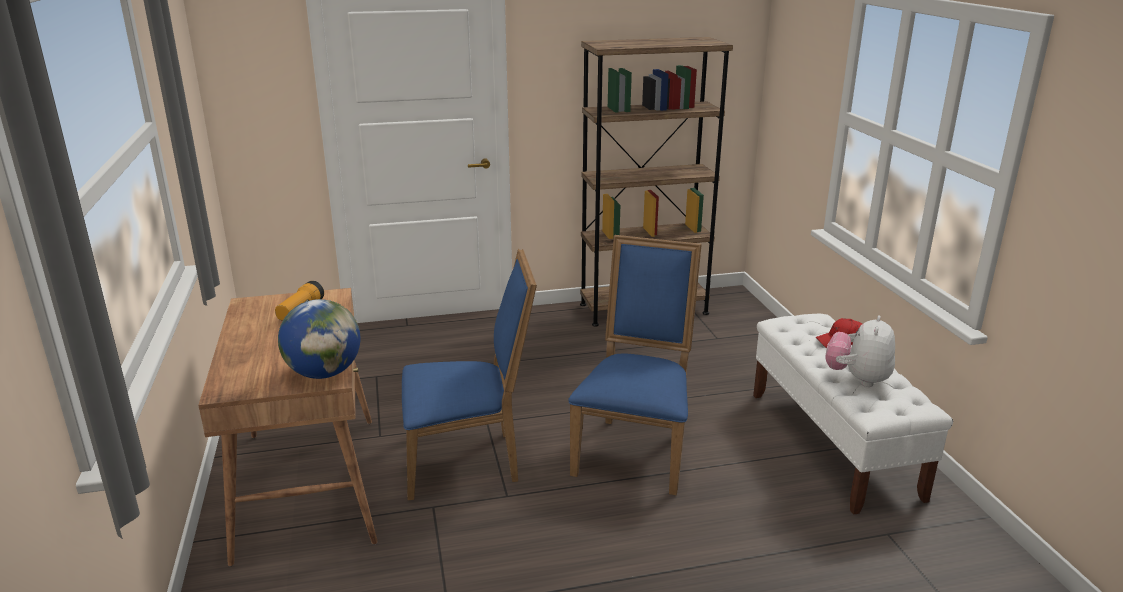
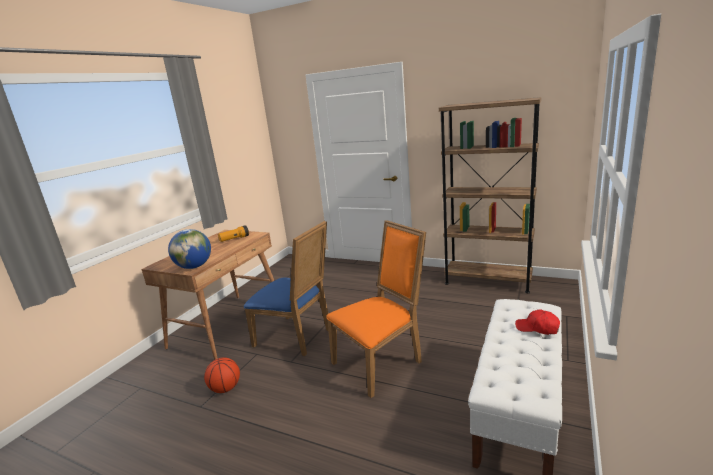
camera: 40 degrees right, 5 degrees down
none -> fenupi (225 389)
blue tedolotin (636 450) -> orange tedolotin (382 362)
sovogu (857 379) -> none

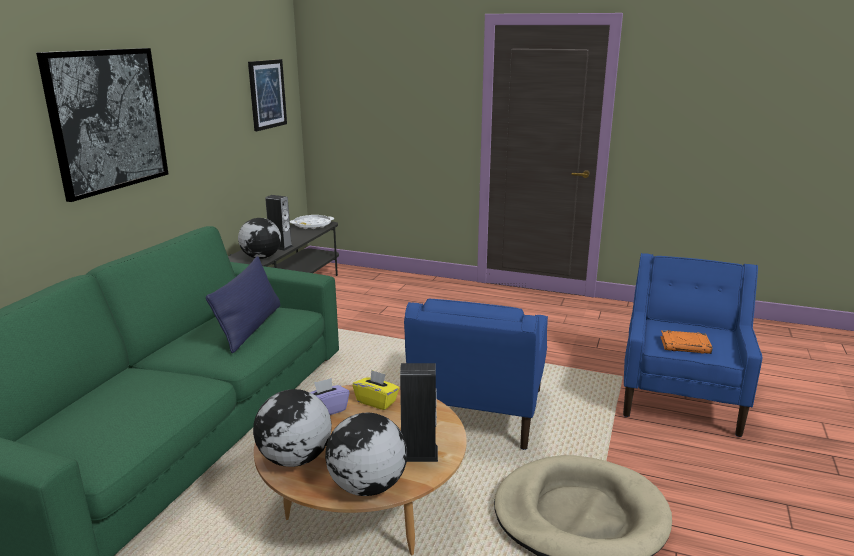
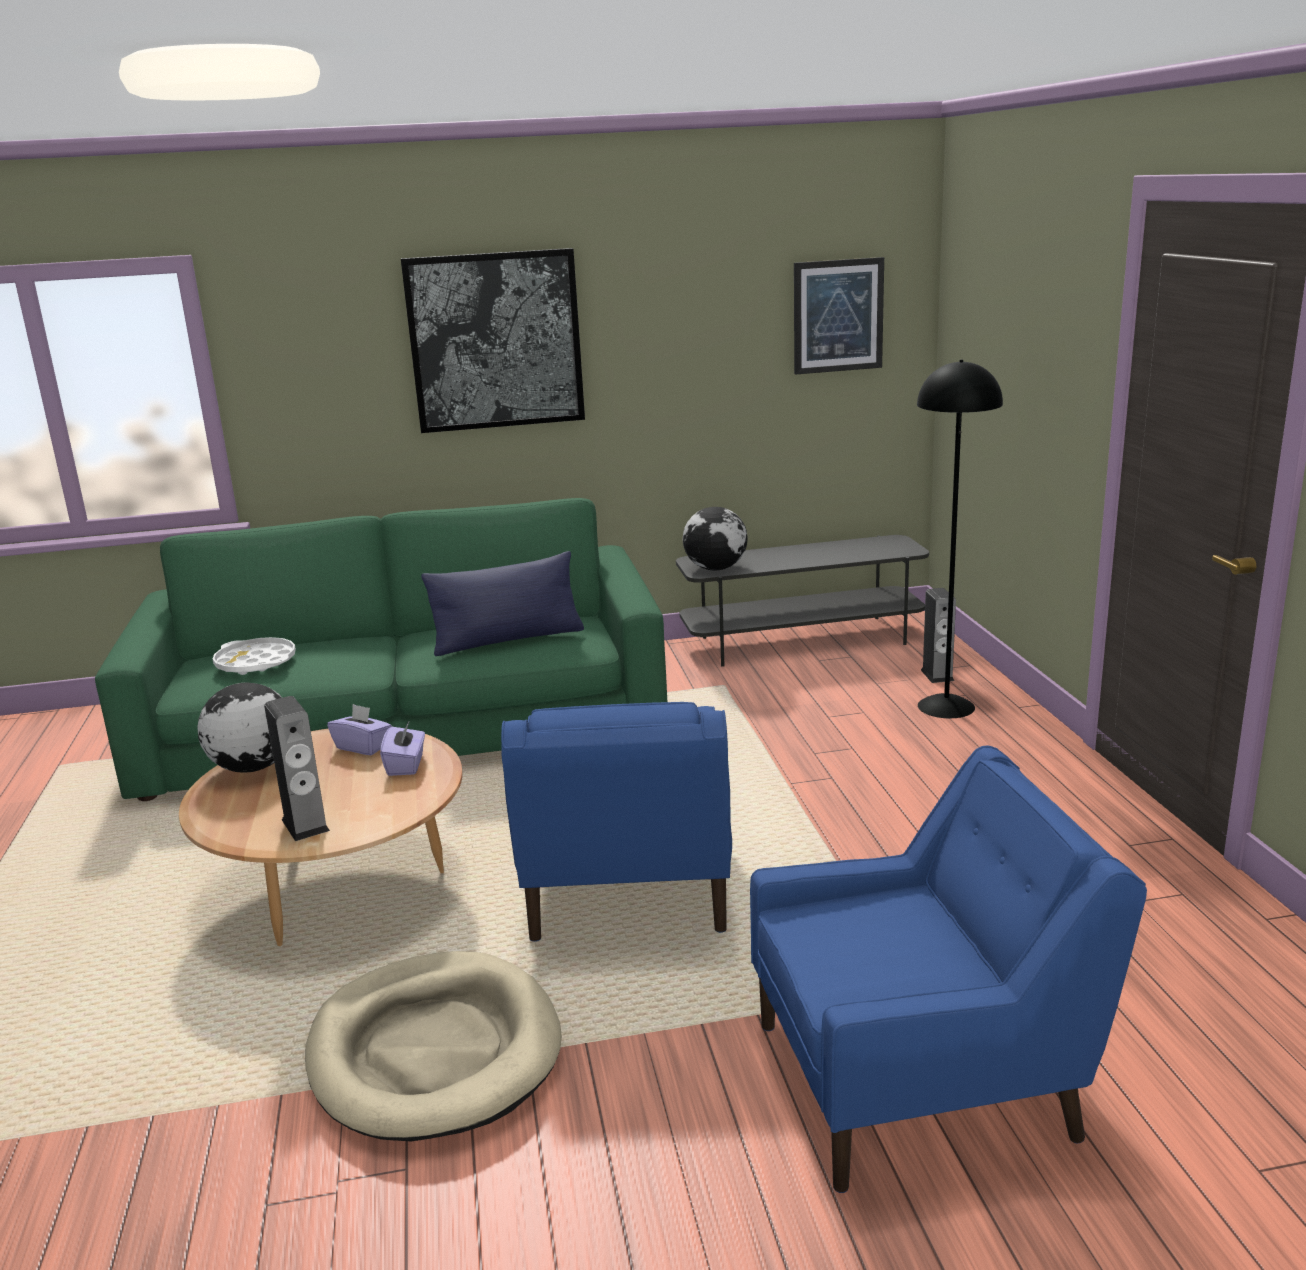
camera: 60 degrees right, 0 degrees up
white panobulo (312 225) -> white panobulo (256 663), moved
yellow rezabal (376 401) -> purple rezabal (406 765)
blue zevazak (478 413) -> blue zevazak (627 888), 75 degrees counterclockwise
none -> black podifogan (946 706)
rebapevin (280 247) -> rebapevin (937 675), moved
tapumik (366 486) -> none
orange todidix (685 345) -> none

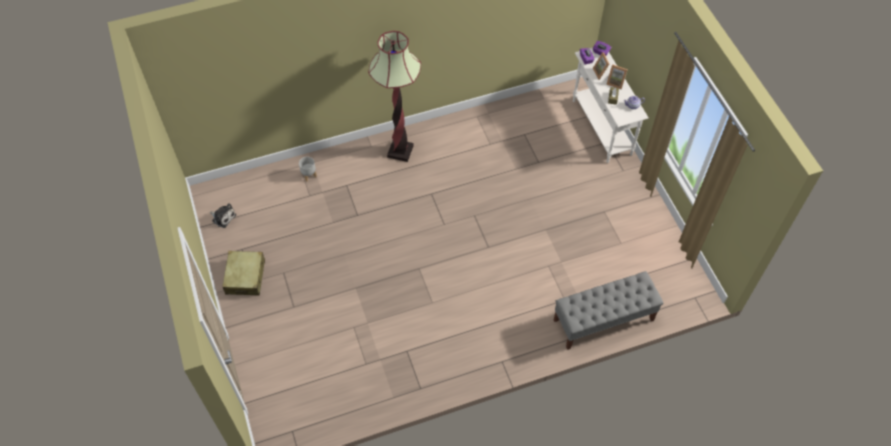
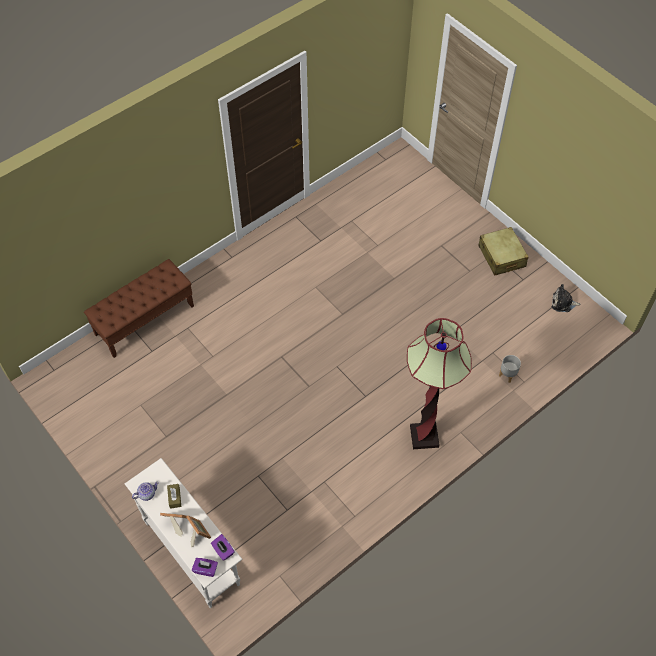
camera: 160 degrees right, 0 degrees up
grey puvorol (603 320) -> brown puvorol (145 320)

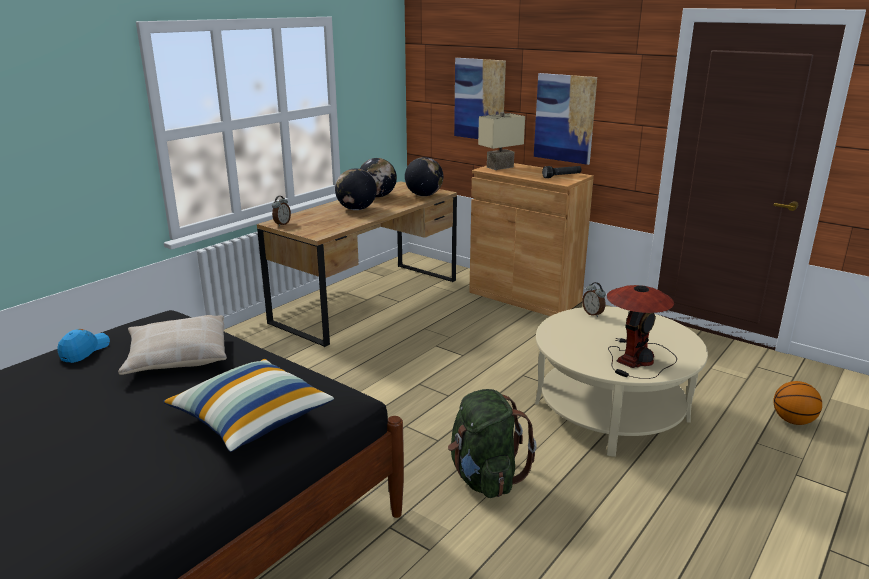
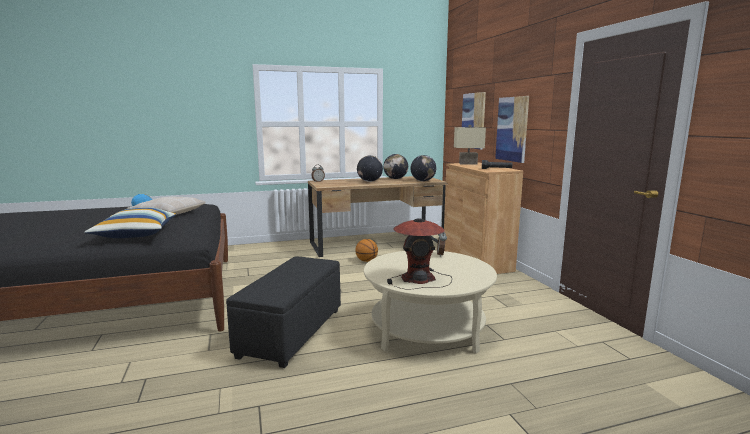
camera: 35 degrees right, 10 degrees down
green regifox (485 478) -> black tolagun (291 332)
fenupi (793 421) -> fenupi (366 261), moved

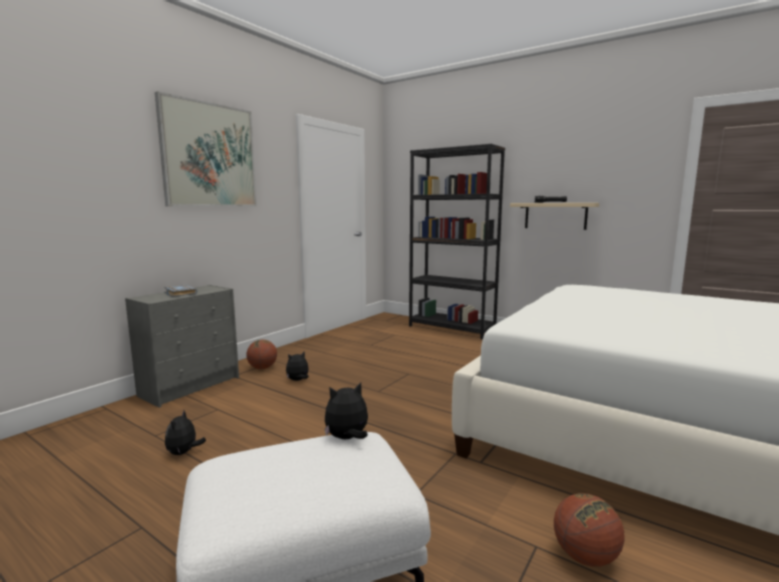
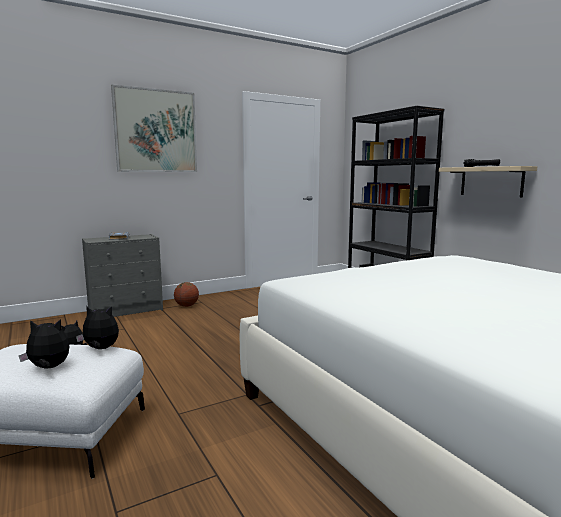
camera: 25 degrees right, 0 degrees up
sovogu (298 380) -> sovogu (48 368), moved
fenupi (585 556) -> none

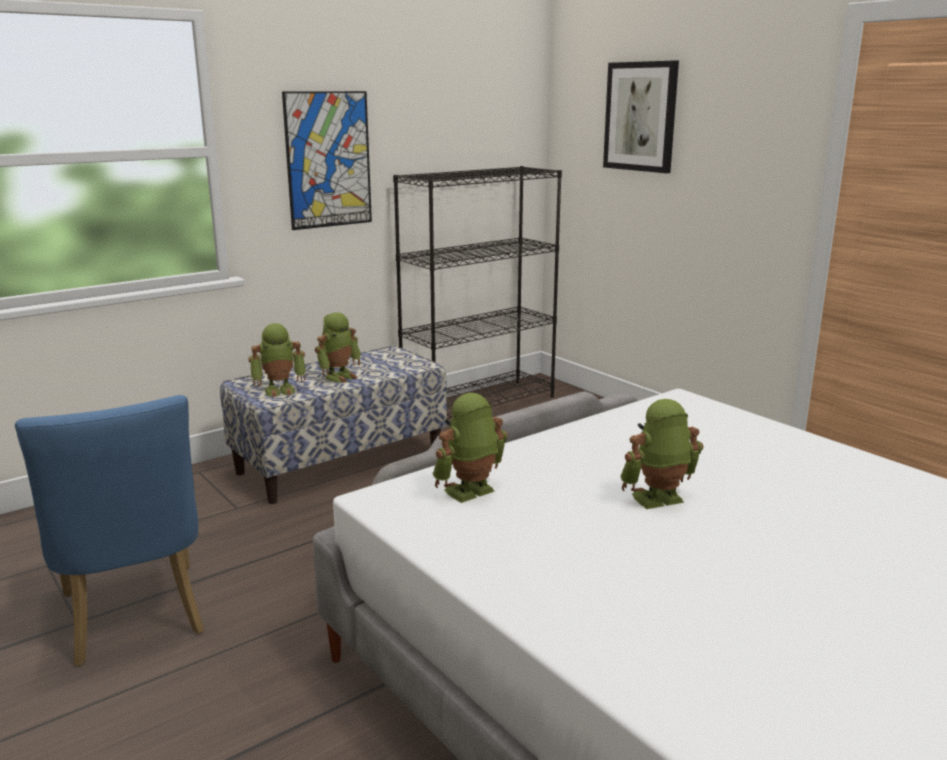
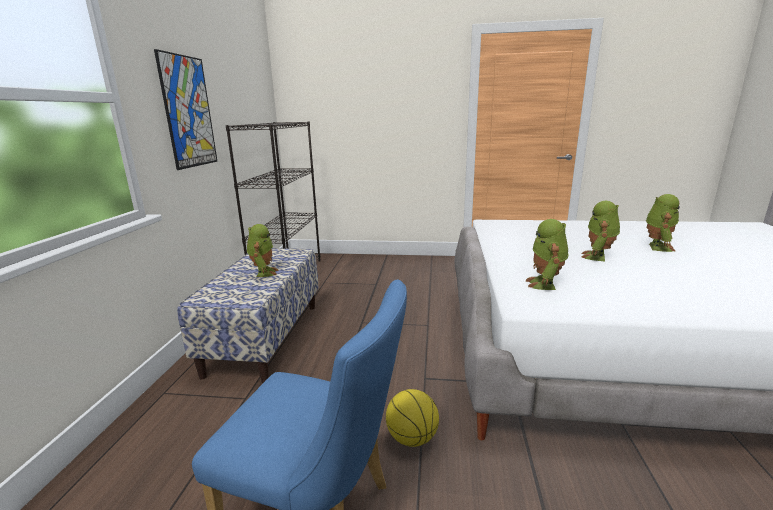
camera: 45 degrees left, 0 degrees up
none -> fenupi (412 438)
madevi (280 390) -> madevi (657 247), moved
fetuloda (641 116) -> none

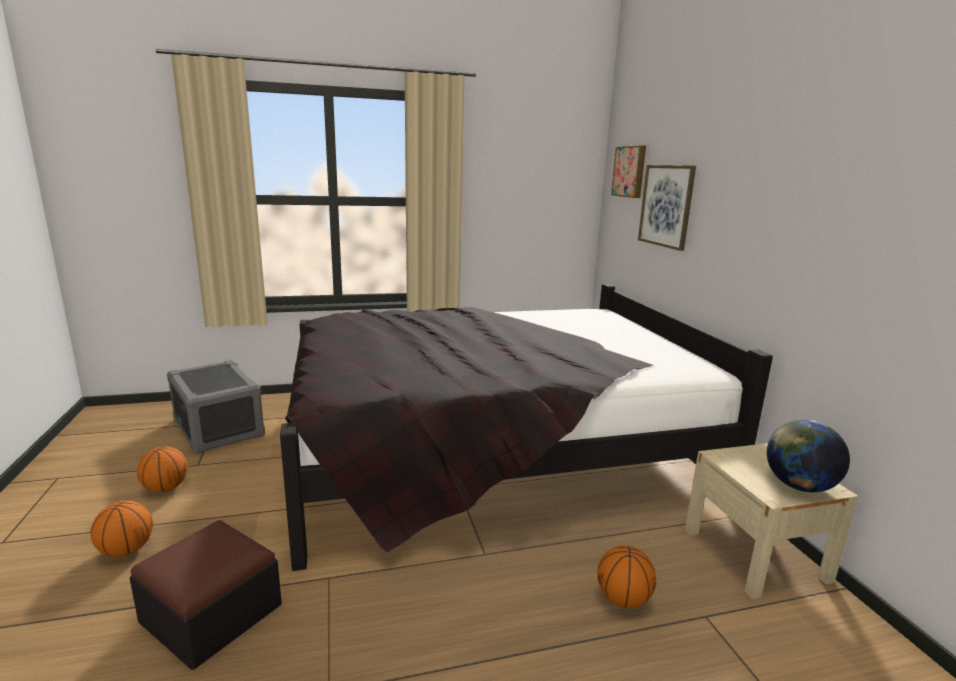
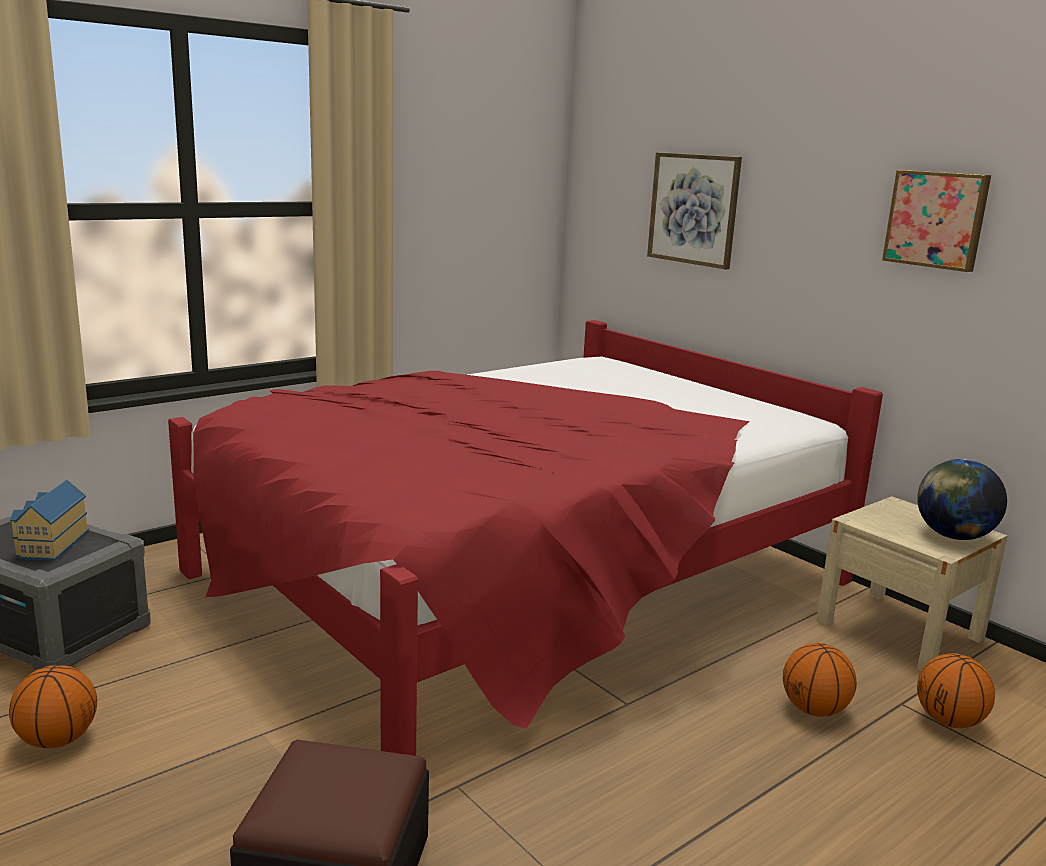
camera: 25 degrees left, 0 degrees up
none -> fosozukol (50 544)
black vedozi (490 451) -> red vedozi (521 579)
fetuloda (630 171) -> fetuloda (937 219), moved
fenupi (126 550) -> fenupi (948 721), moved

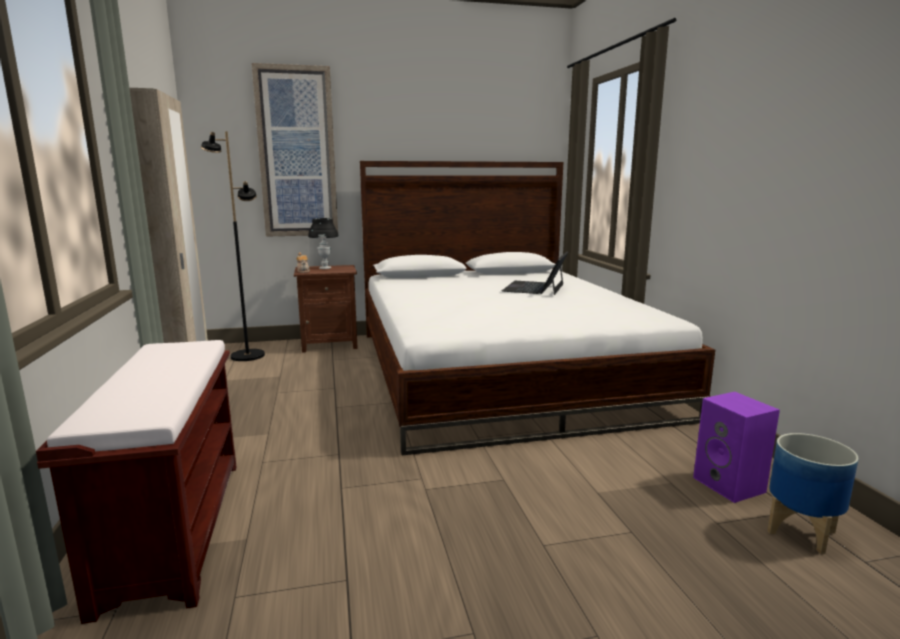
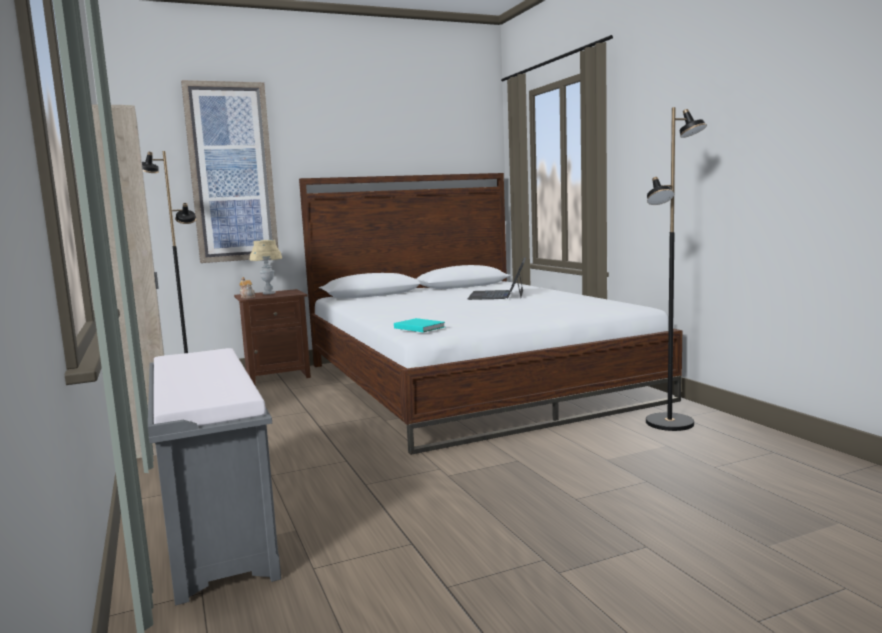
camera: 10 degrees left, 5 degrees down
brown puvorol (174 527) -> grey puvorol (215 531)
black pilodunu (325 268) -> beige pilodunu (268 293)
none -> turquoise todidix (419 327)
none -> black podifogan (670 423)
purple rebapevin (731 485) -> none
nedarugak (801 531) -> none

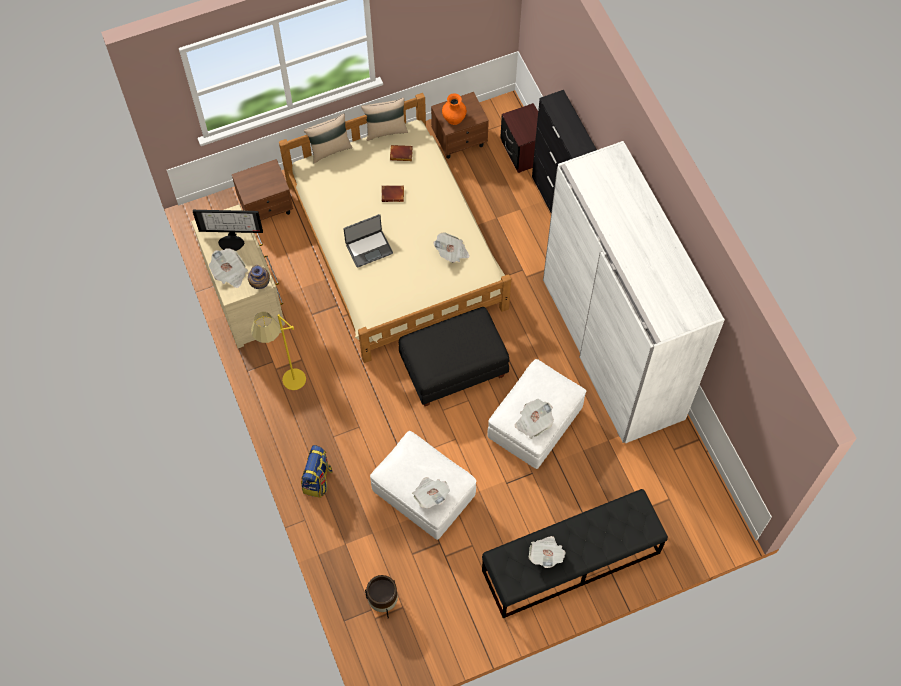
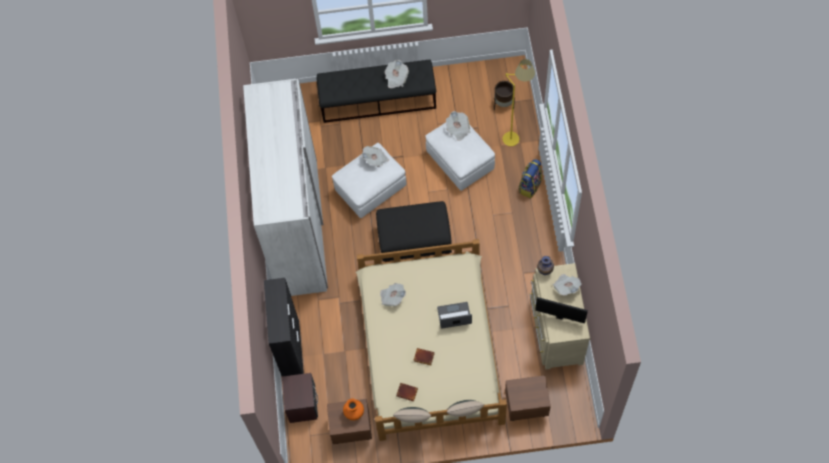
camera: 160 degrees left, 0 degrees up
yellow podifogan (289 388) -> yellow podifogan (515 133), moved

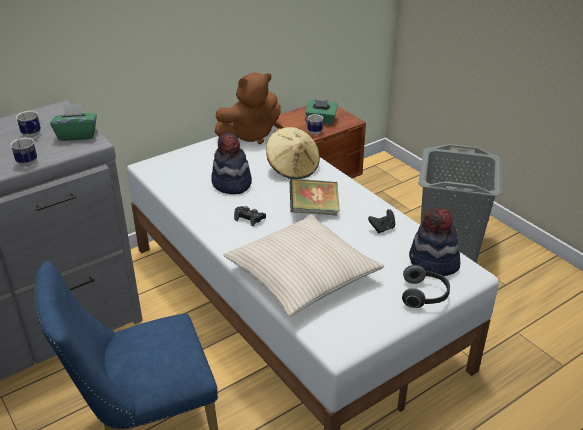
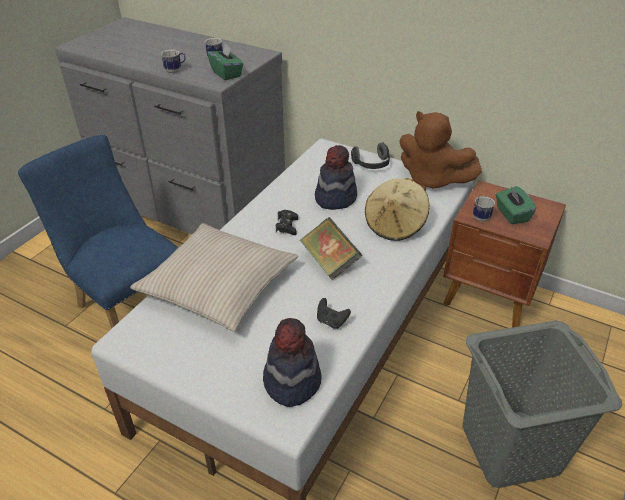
camera: 65 degrees right, 5 degrees up
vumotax (424 295) -> vumotax (372 165), moved

